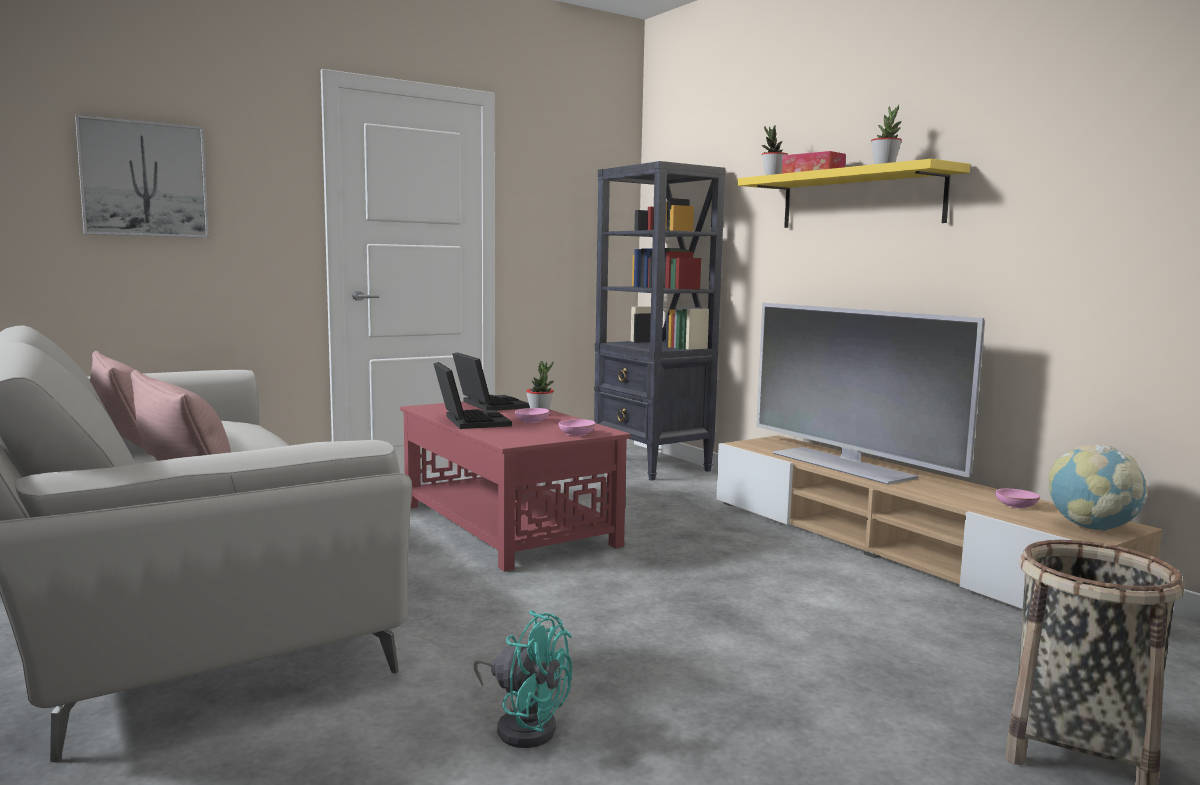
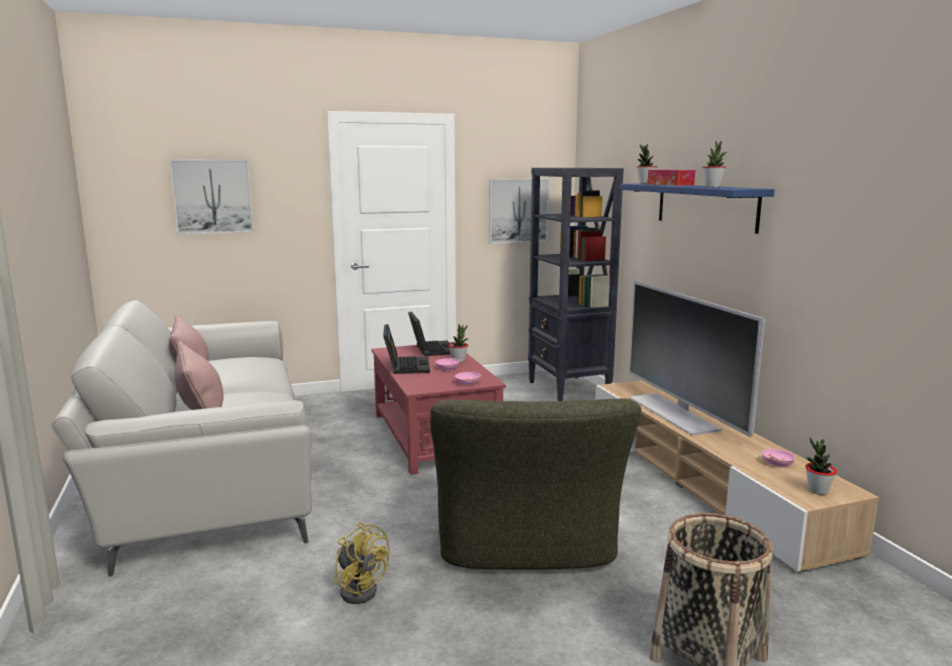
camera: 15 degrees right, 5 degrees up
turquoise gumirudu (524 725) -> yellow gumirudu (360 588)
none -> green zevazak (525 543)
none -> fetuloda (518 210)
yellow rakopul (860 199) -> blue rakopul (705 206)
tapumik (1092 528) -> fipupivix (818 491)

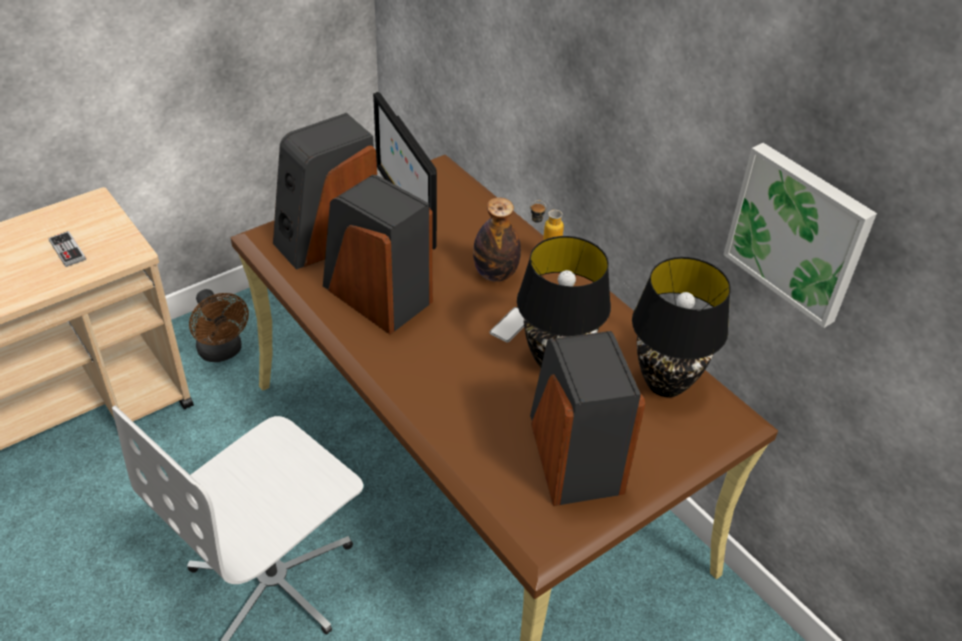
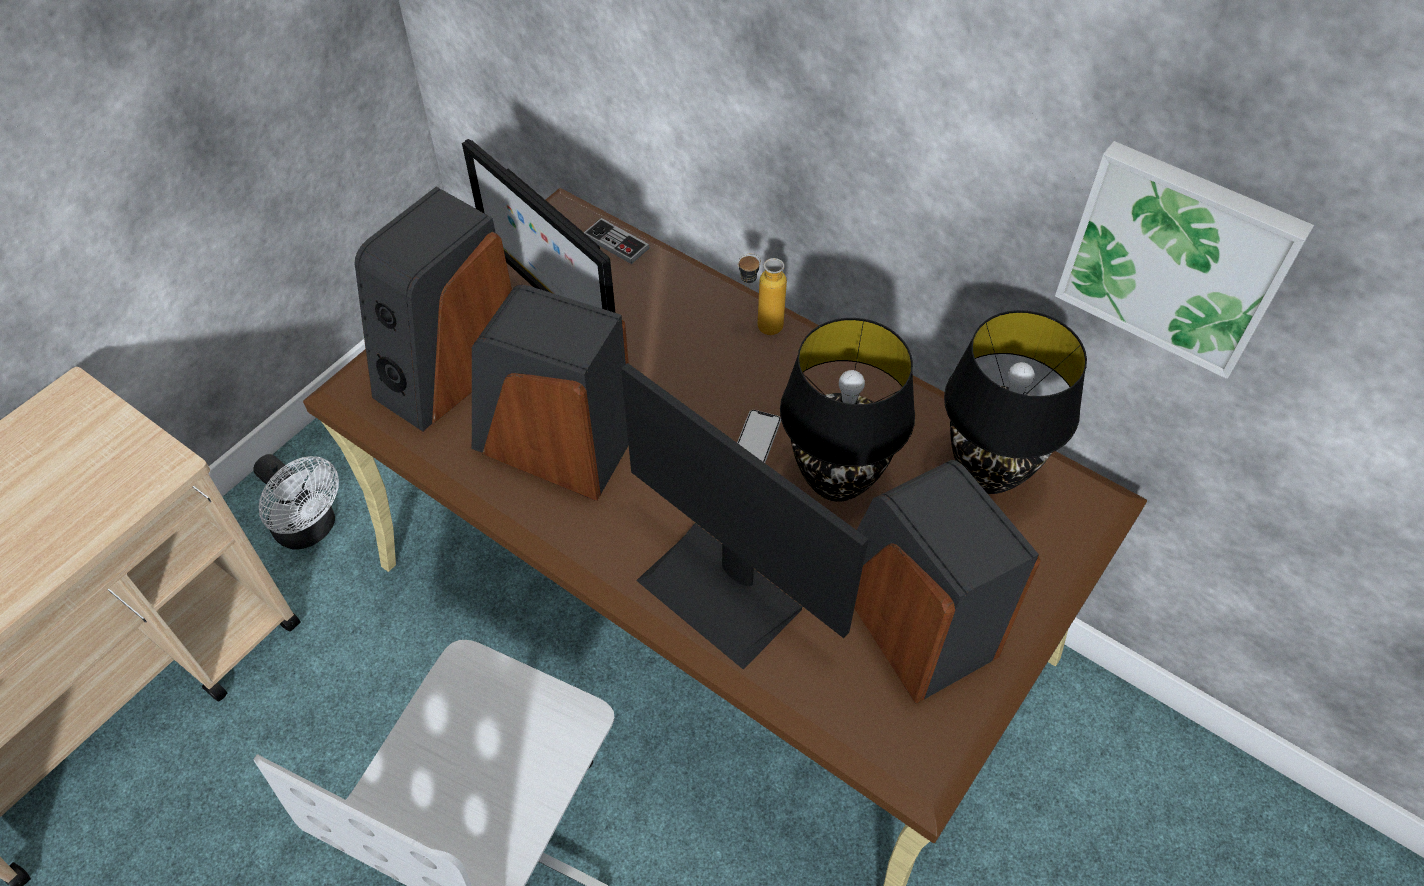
camera: 15 degrees left, 10 degrees up
brown gumirudu (222 352) -> white gumirudu (311 529)
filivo (67 250) -> filivo (616 243), moved
none -> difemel (722 592)
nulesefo (495 274) -> none

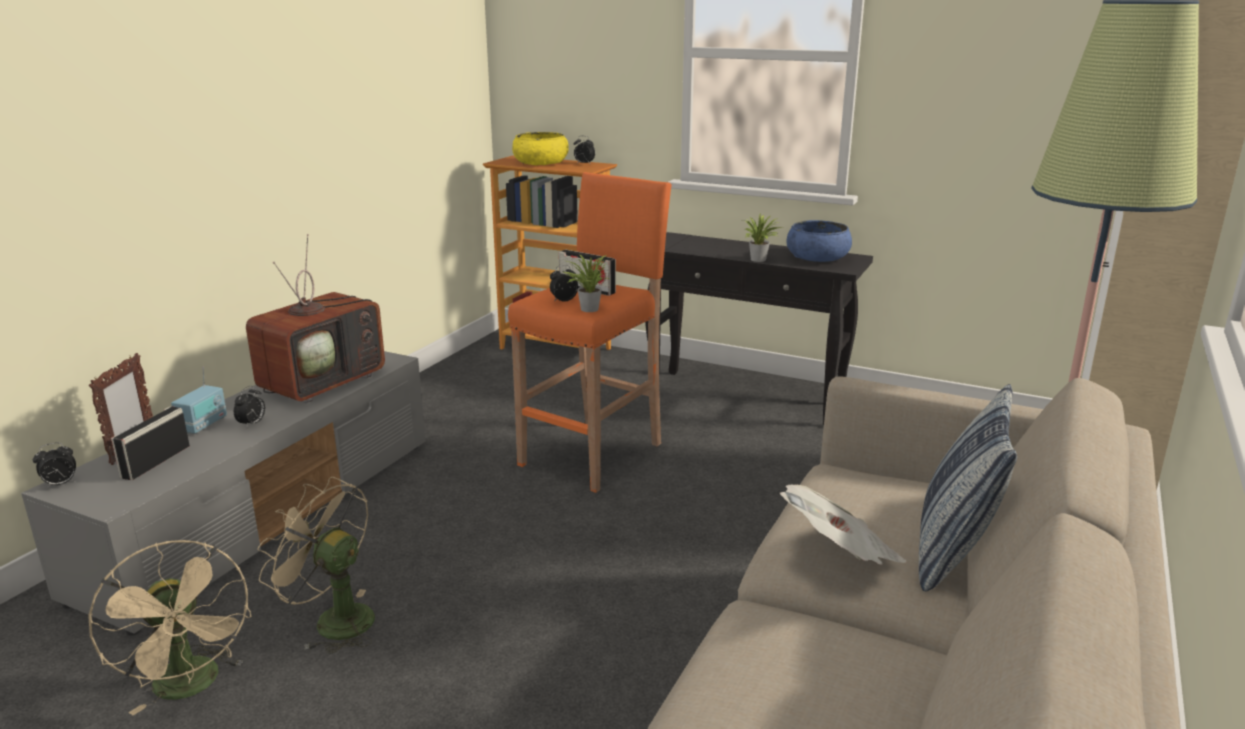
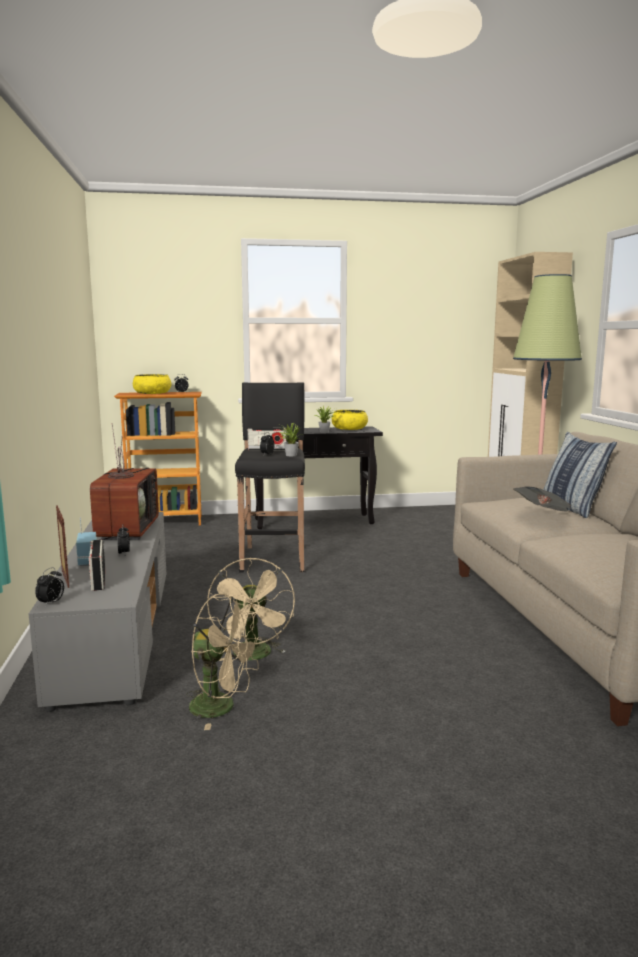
camera: 35 degrees left, 10 degrees down
beige gumirudu (333 620) -> beige gumirudu (254 656), 90 degrees counterclockwise
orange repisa (593 453) -> black repisa (274 558)
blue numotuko (817 257) -> yellow numotuko (349 428)

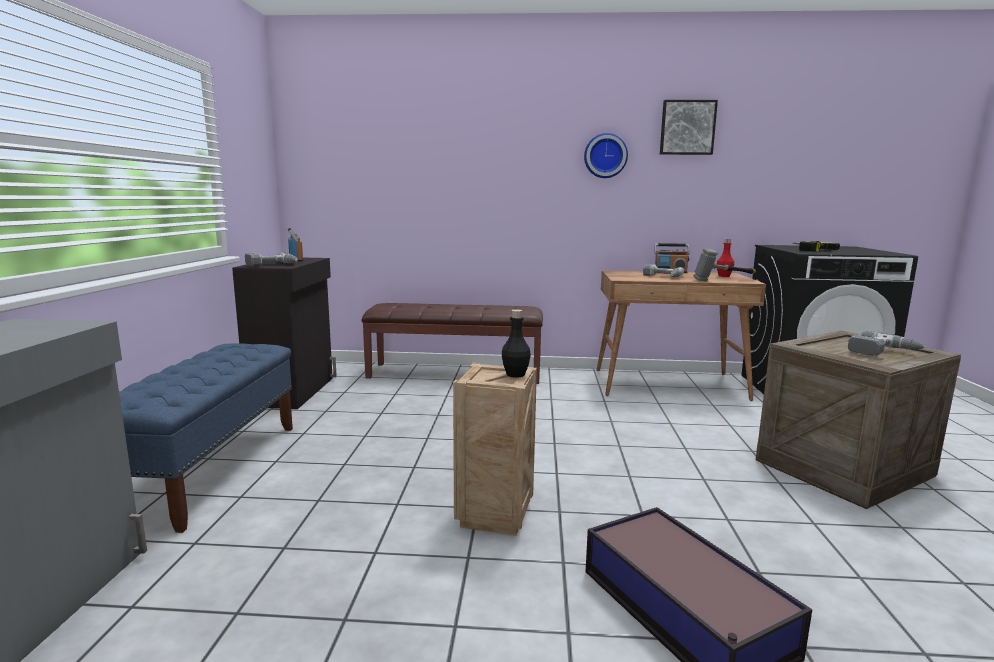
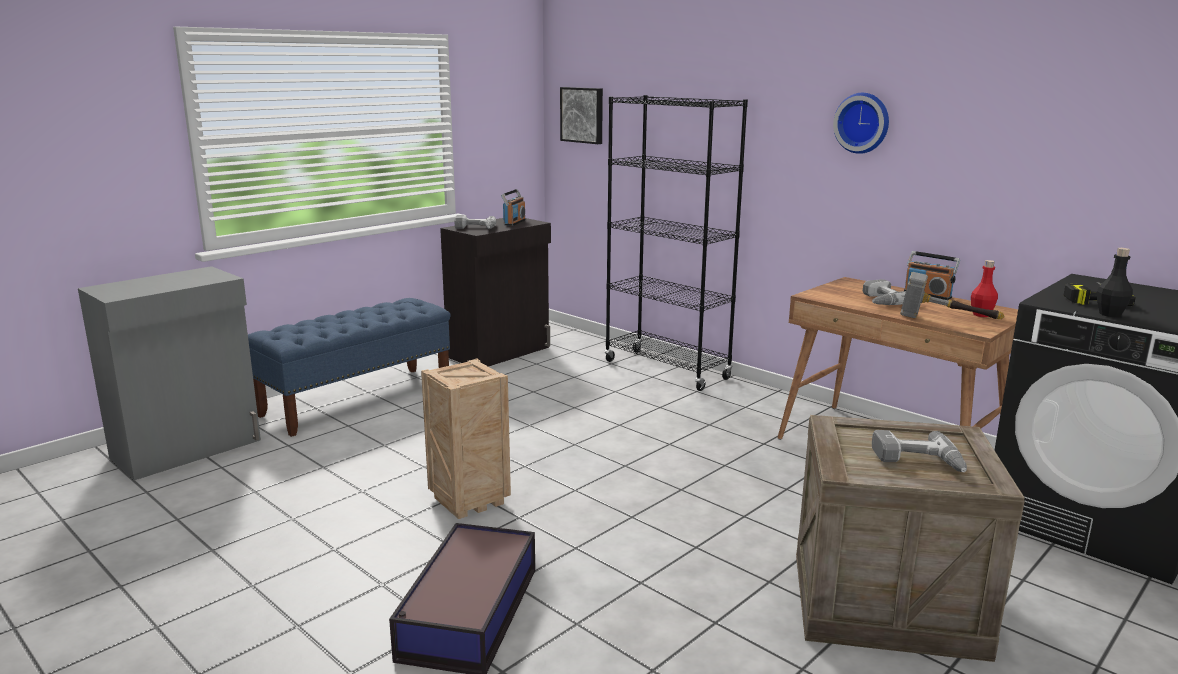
camera: 40 degrees right, 5 degrees up
fetuloda (687 128) -> fetuloda (583 115), moved
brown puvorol (455 373) -> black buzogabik (667 370)
black nulesefo (515 374) -> black nulesefo (1110 314), moved

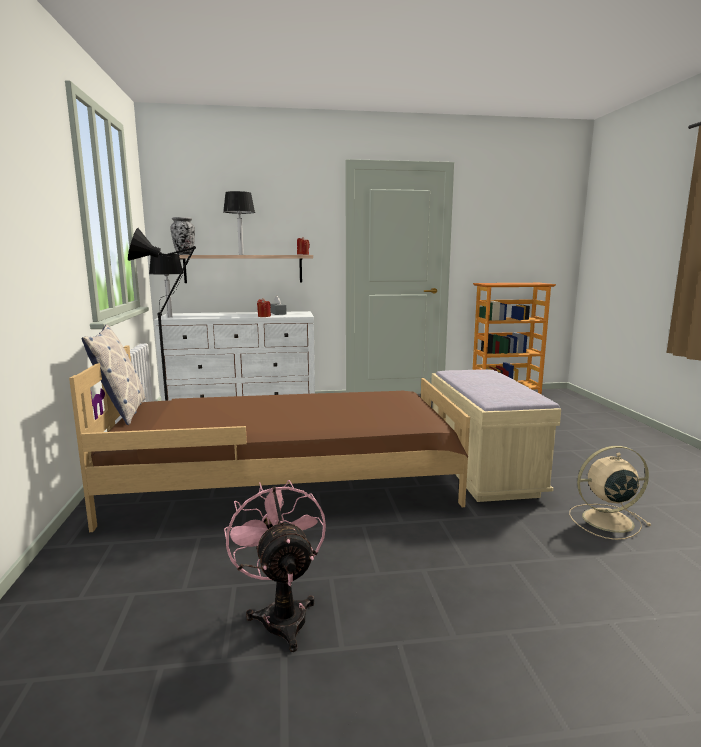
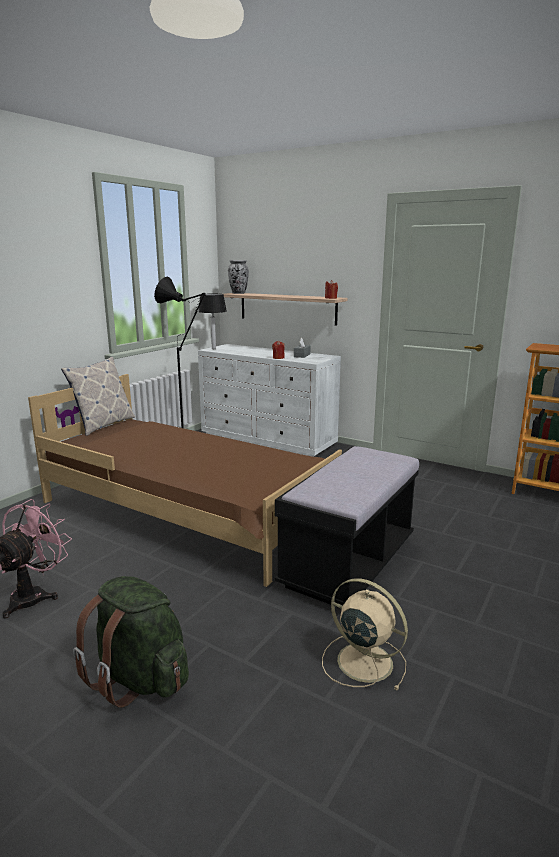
camera: 40 degrees right, 5 degrees up
none -> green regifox (139 678)
beige puvorol (482 470) -> black puvorol (349 563)
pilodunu (240 254) -> none

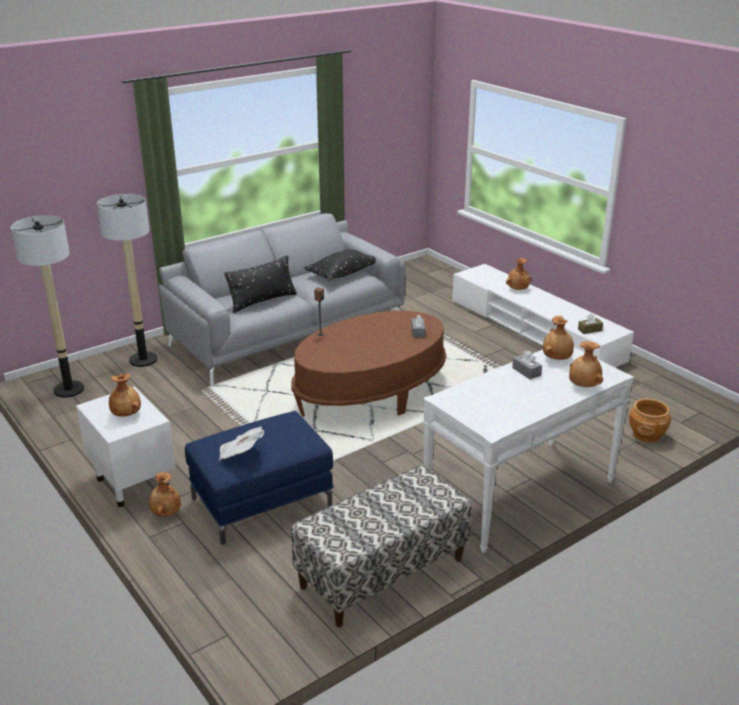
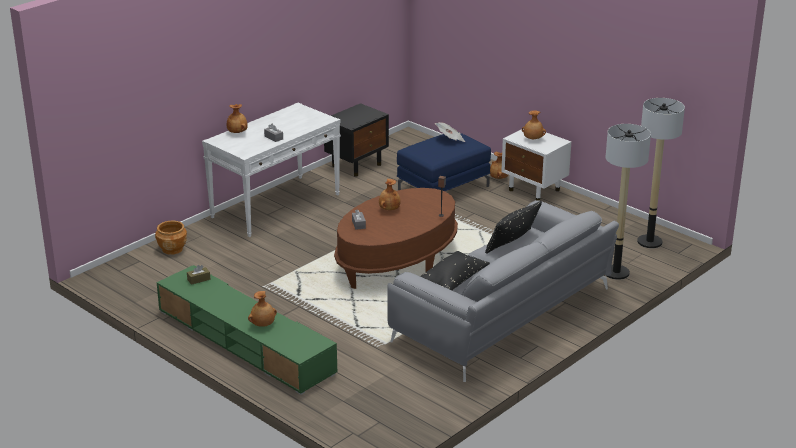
camera: 170 degrees right, 0 degrees up
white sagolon (535 331) -> green sagolon (244 341)
puvorol (382 573) -> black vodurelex (357 165)
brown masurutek (557 359) -> brown masurutek (389 209), moved

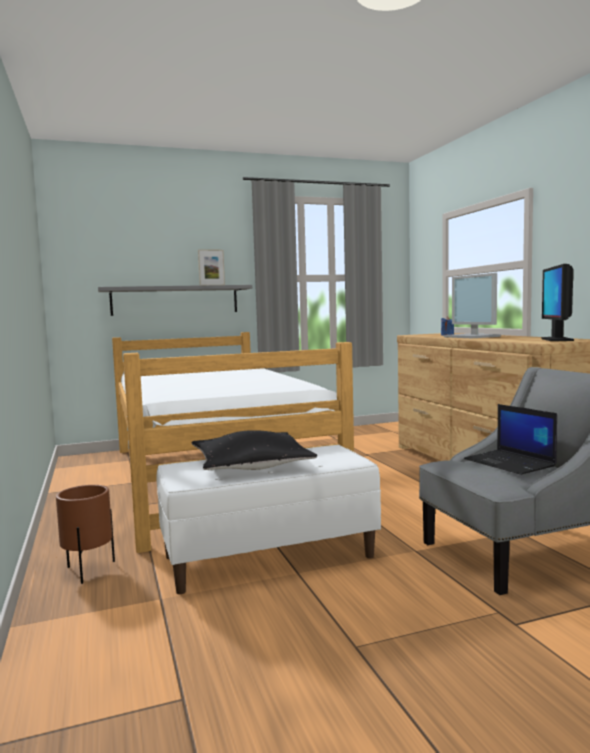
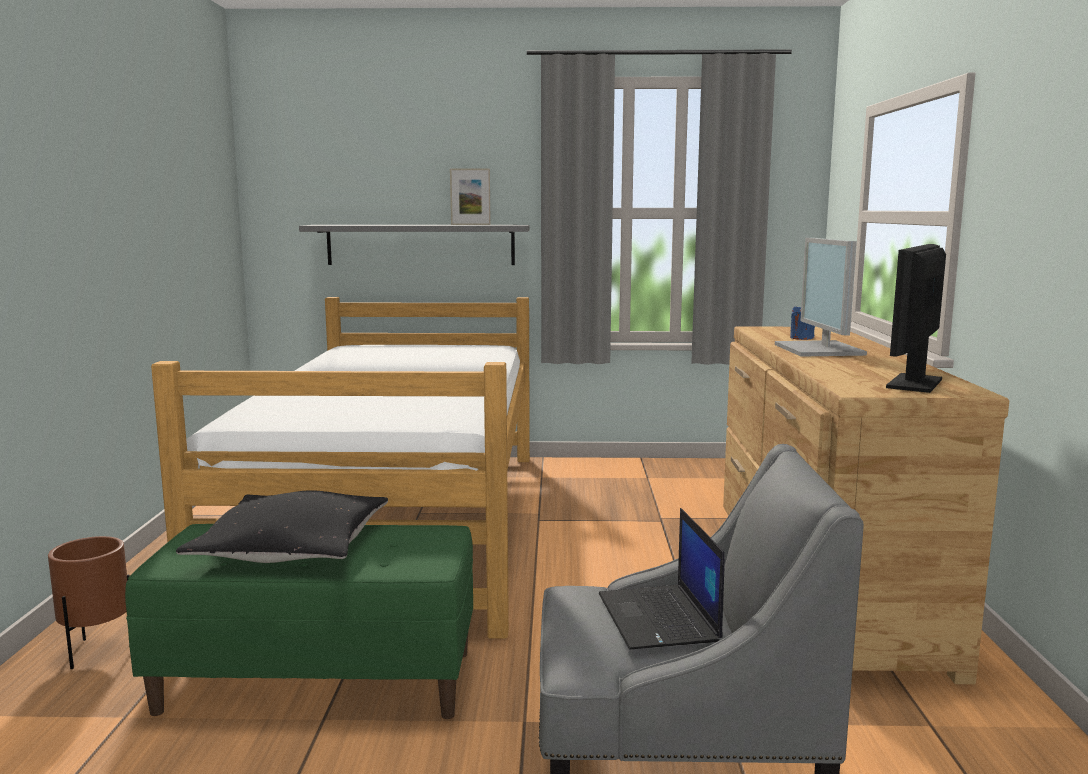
camera: 20 degrees right, 5 degrees up
white puvorol (269 556) -> green puvorol (320 681)

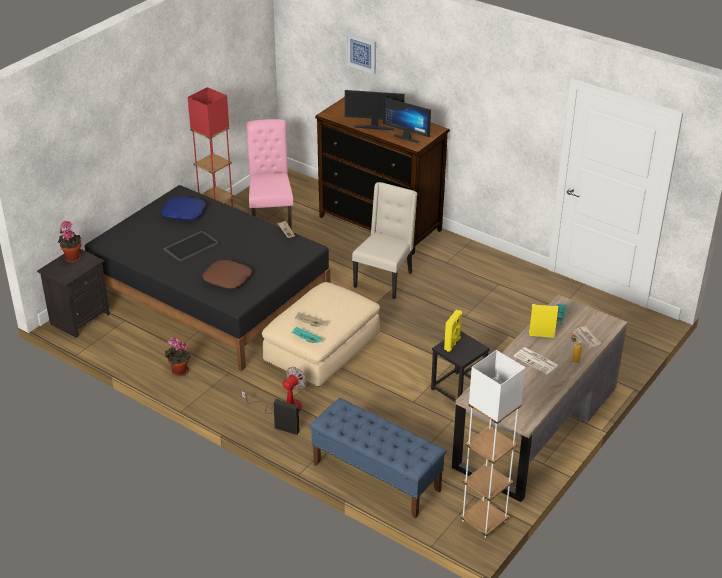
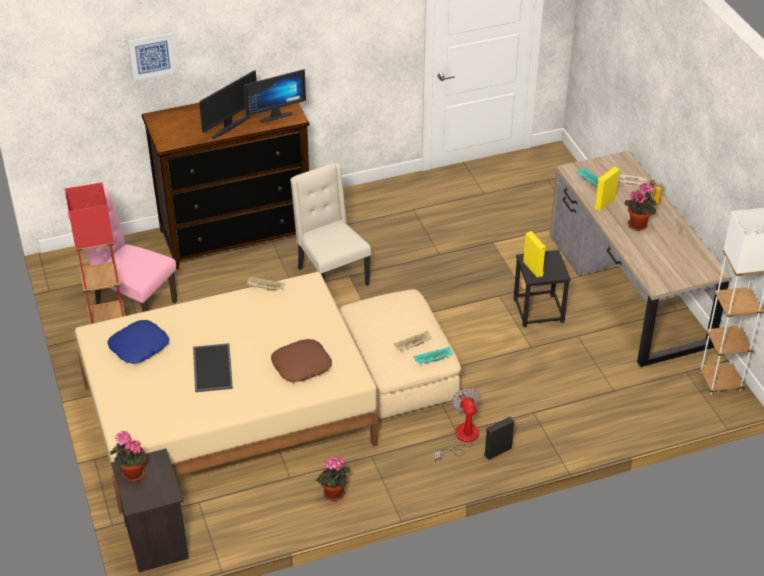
camera: 55 degrees left, 5 degrees up
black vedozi (211 296) -> beige vedozi (227 413)
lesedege (536 361) -> fipupivix (638 224)
blue puvorol (376 477) -> none

